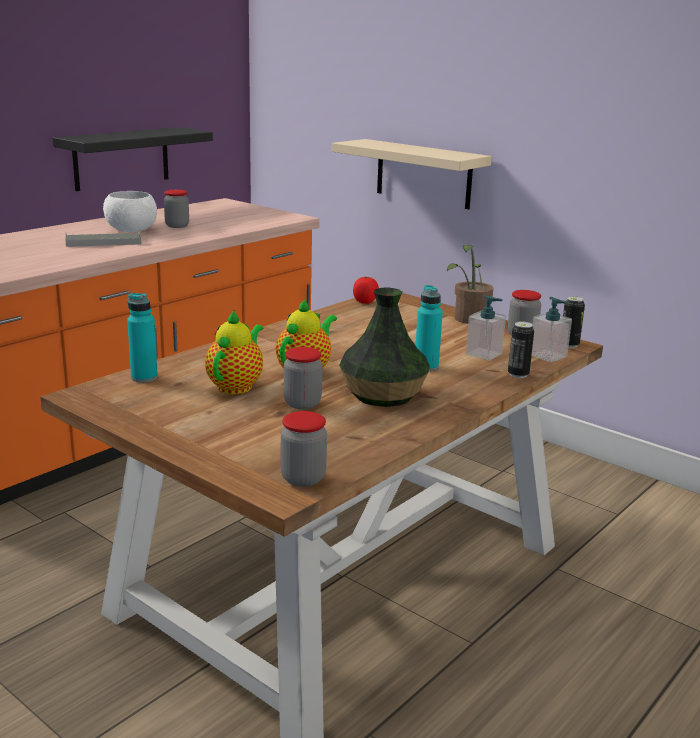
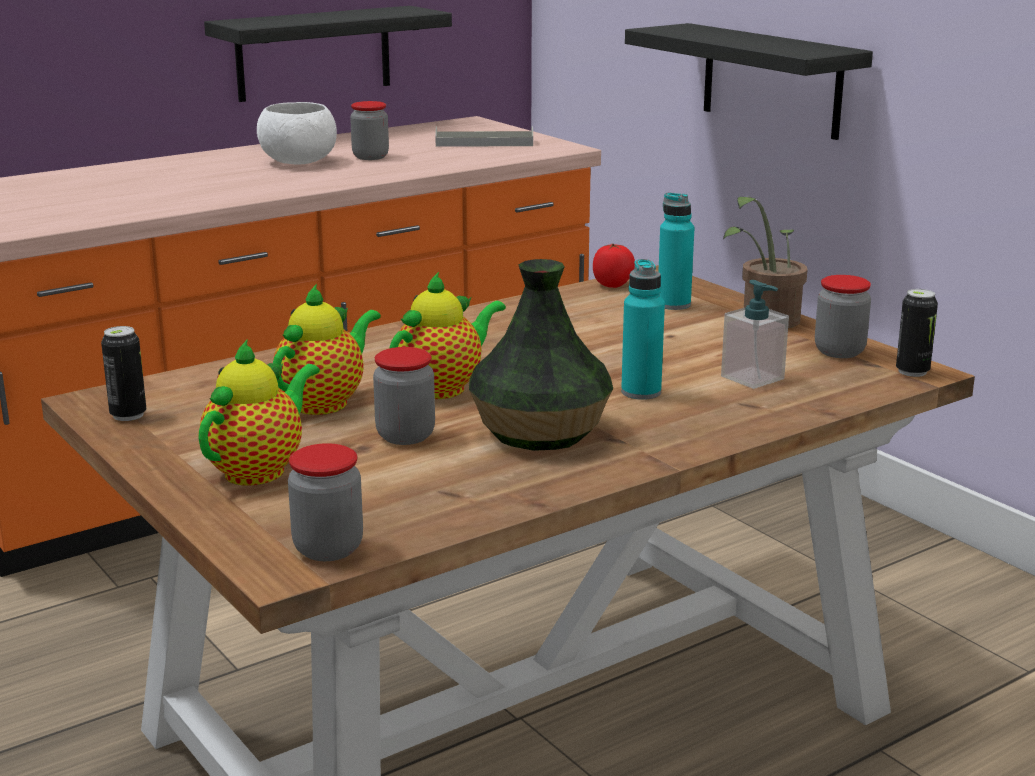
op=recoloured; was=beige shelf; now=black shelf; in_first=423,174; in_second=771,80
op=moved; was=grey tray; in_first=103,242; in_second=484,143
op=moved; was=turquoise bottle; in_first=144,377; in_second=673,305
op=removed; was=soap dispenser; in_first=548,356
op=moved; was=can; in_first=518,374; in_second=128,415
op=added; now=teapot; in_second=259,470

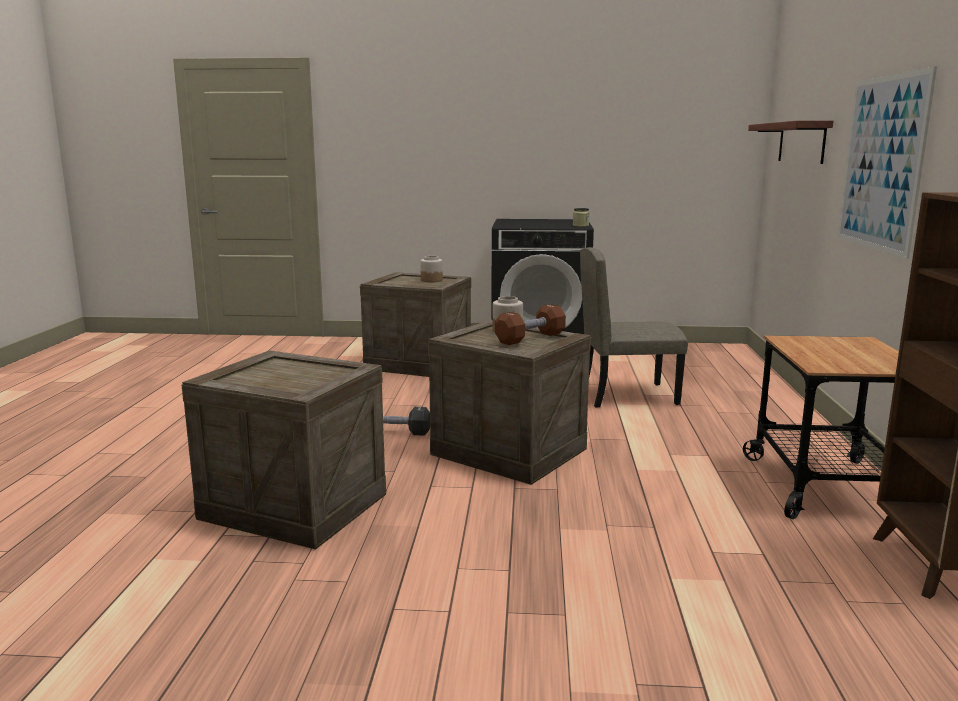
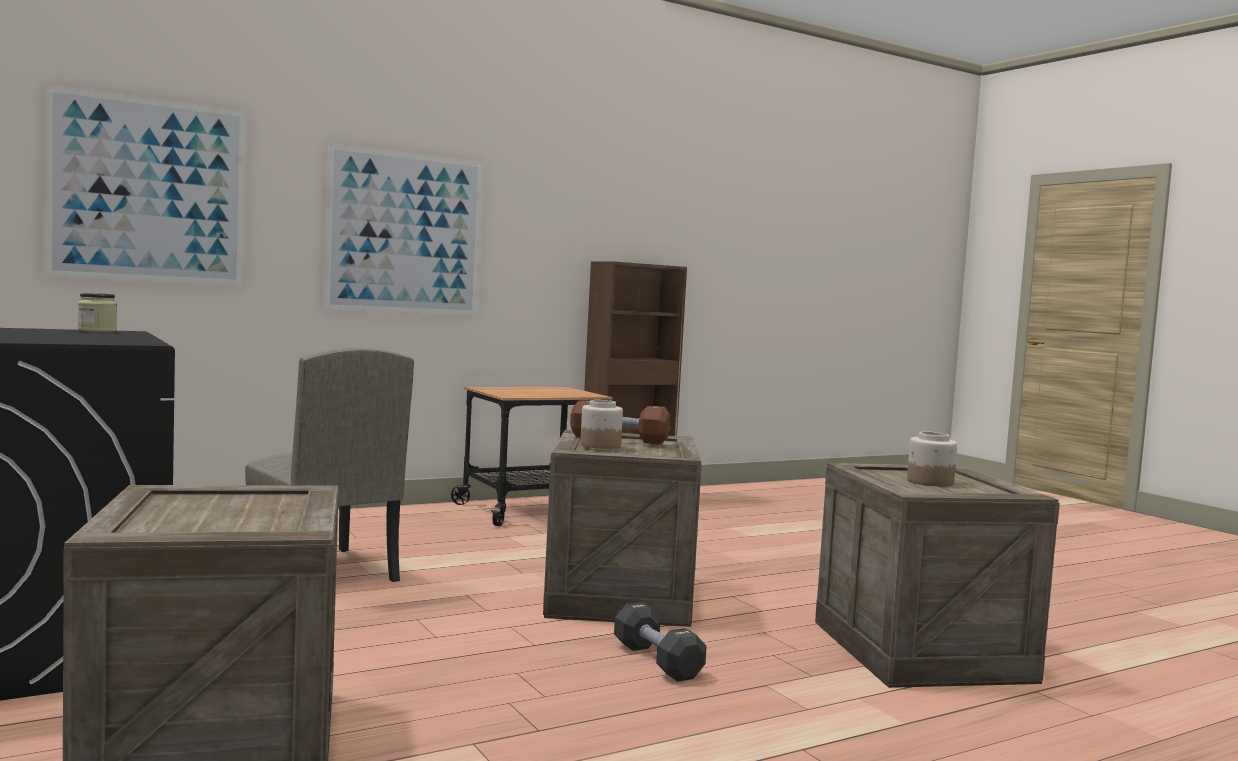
op=replaced; was=shelf; now=picture; in_first=801,142; in_second=149,190
op=moved; was=jar; in_first=431,280; in_second=930,482

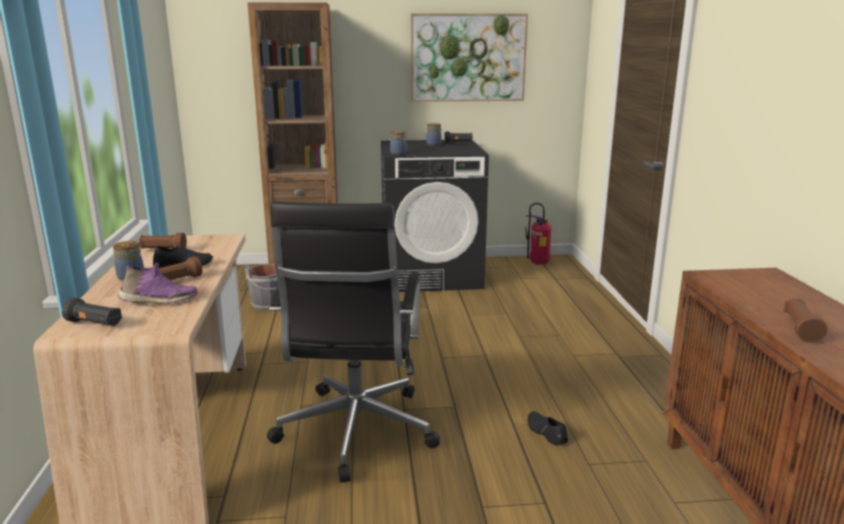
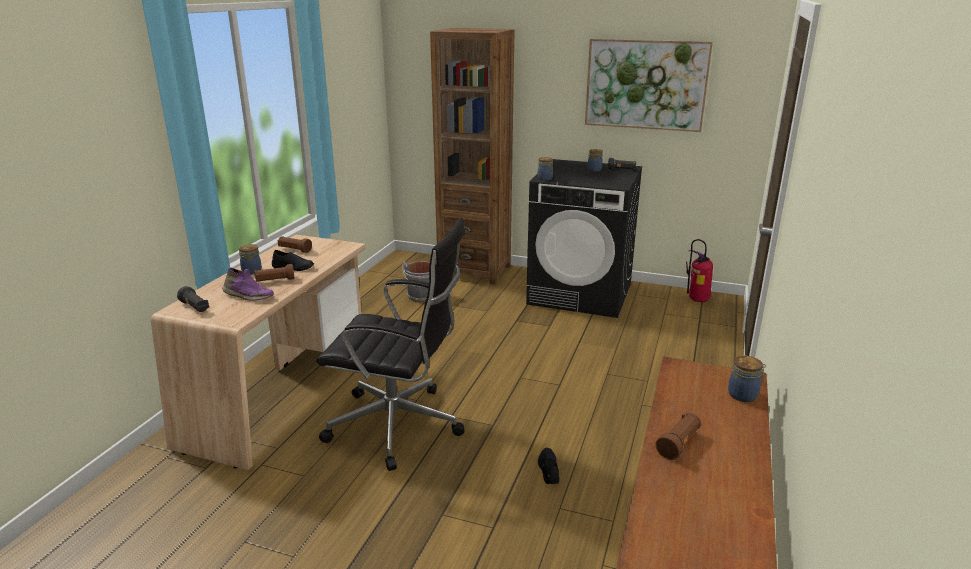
op=turned; was=black office chair; in_first=355,433; in_second=399,426; clockwise=-105
op=added; now=jar; in_second=744,395

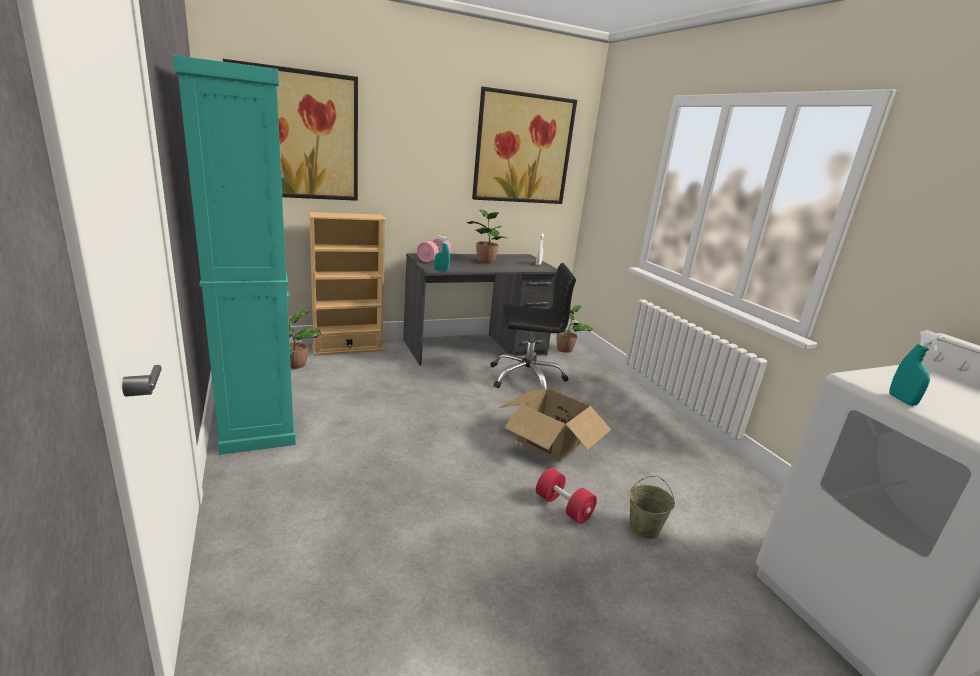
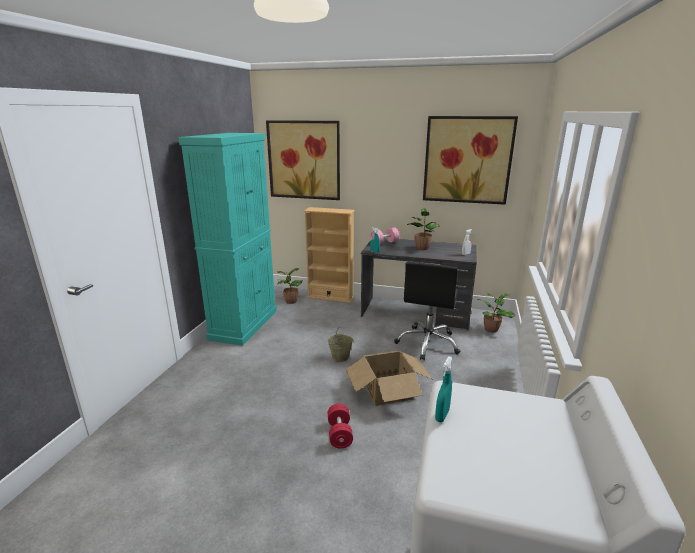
op=turned; was=black office chair; in_first=526,378; in_second=428,343; clockwise=75
op=moved; was=beige bucket; in_first=644,528; in_second=340,357

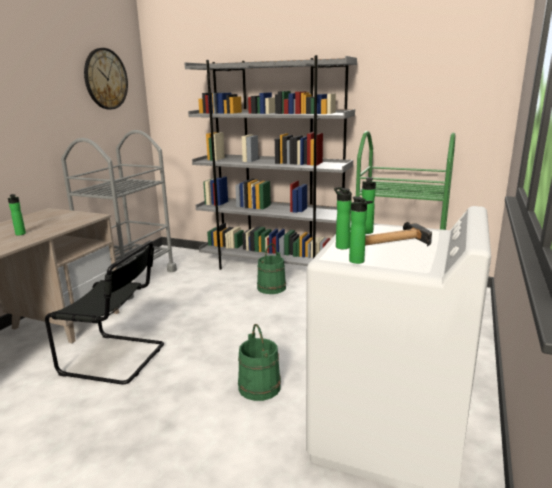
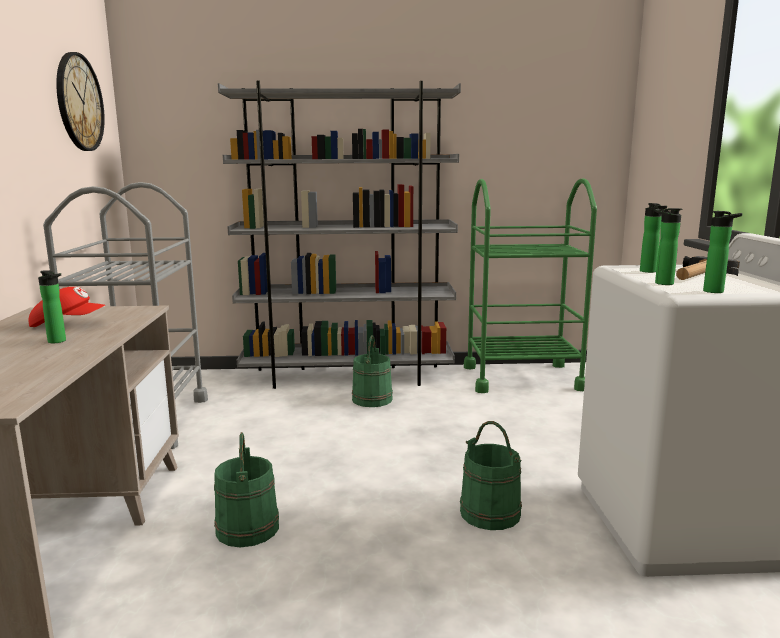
op=replaced; was=black chair; now=green bucket; in_first=117,359; in_second=248,528
op=added; now=red cap; in_second=68,324

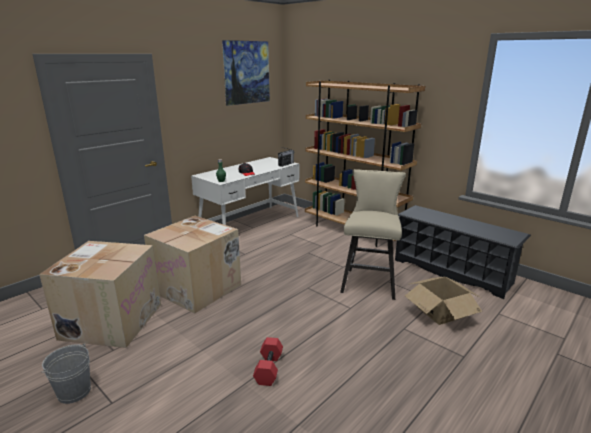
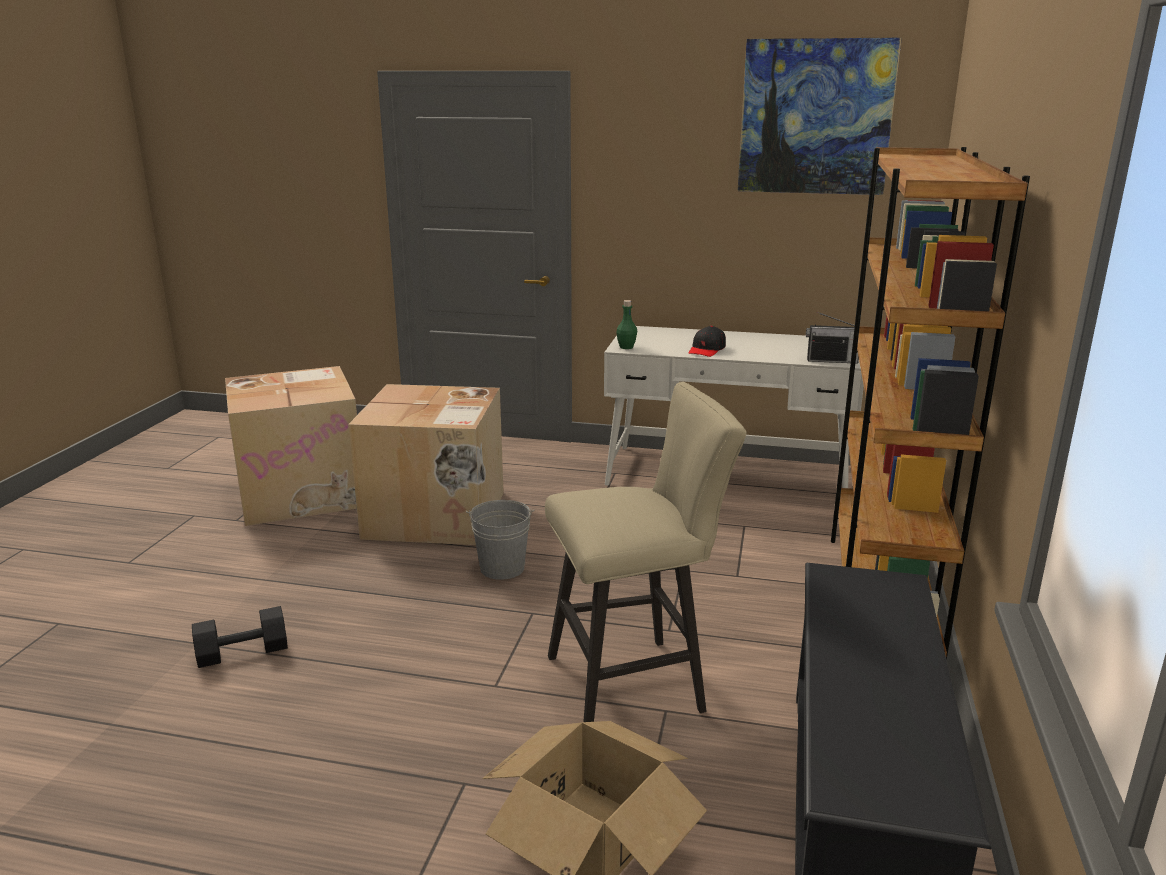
op=recoloured; was=red dumbbell; now=black dumbbell; in_first=268,368; in_second=243,651
op=moved; was=grey bucket; in_first=74,391; in_second=502,568

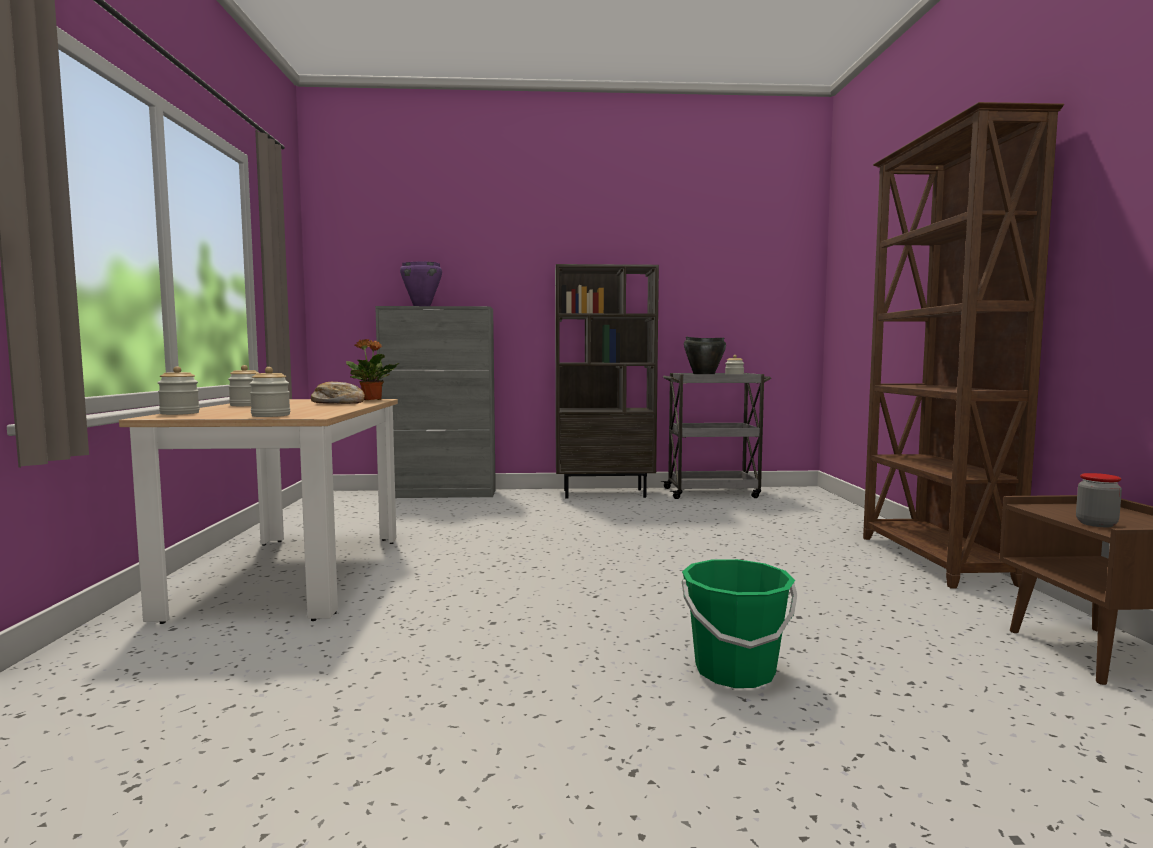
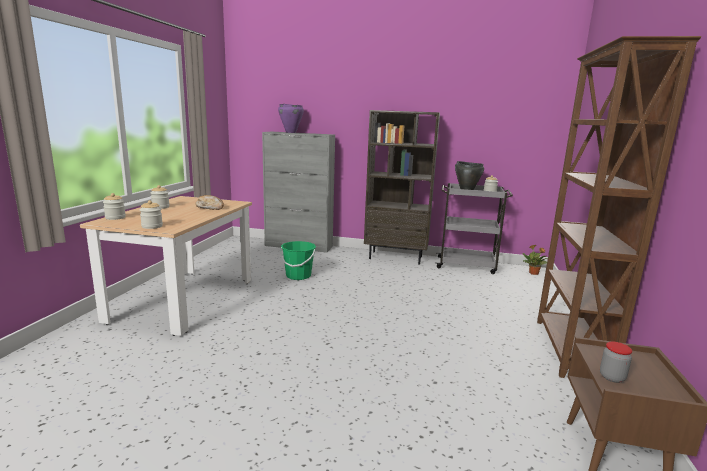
op=moved; was=potted plant; in_first=372,399; in_second=534,273
op=moved; was=green bucket; in_first=735,671; in_second=298,276

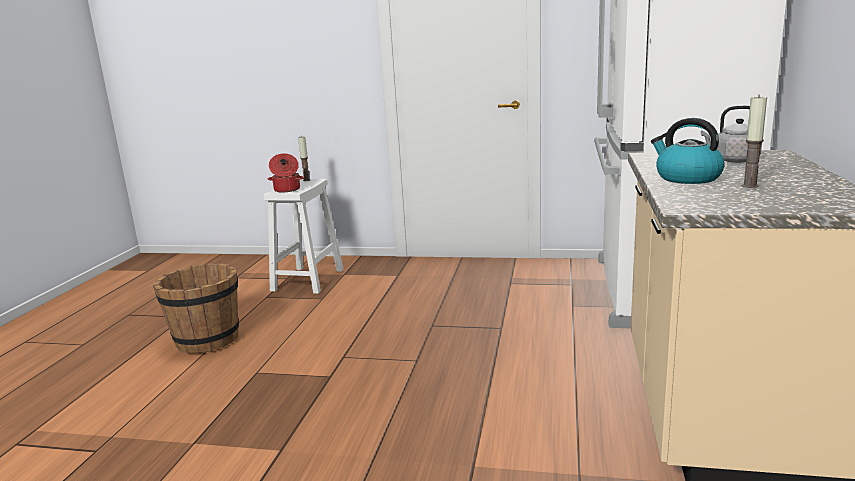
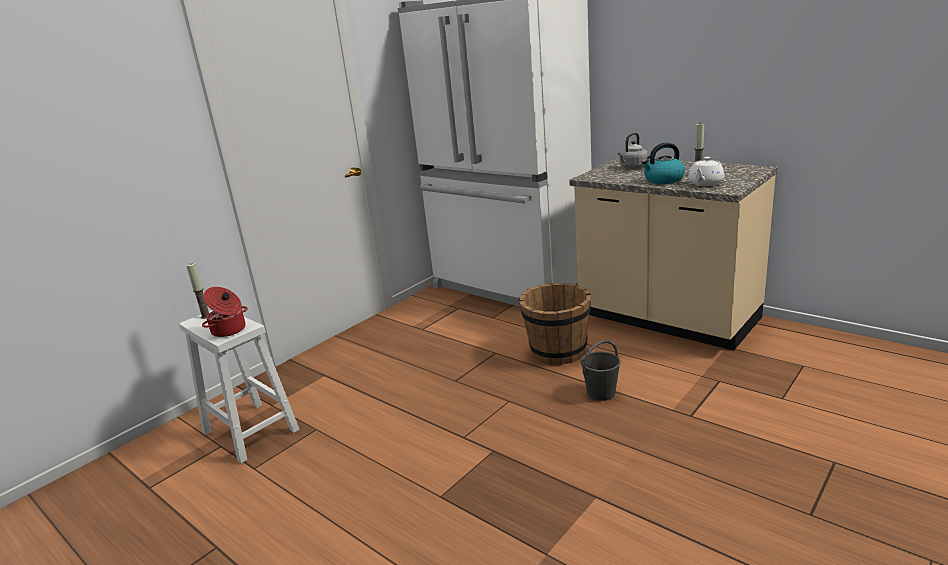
op=moved; was=brown bucket; in_first=207,340; in_second=557,352
op=added; now=white teapot; in_second=705,183
op=added; now=grey bucket; in_second=601,393

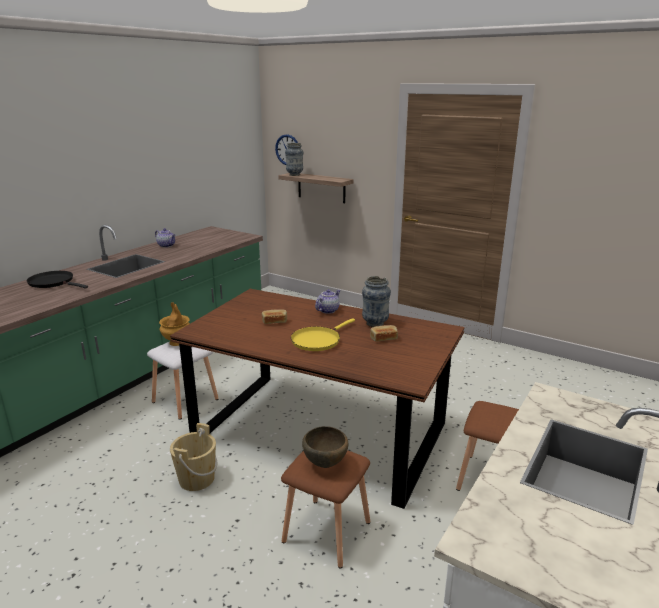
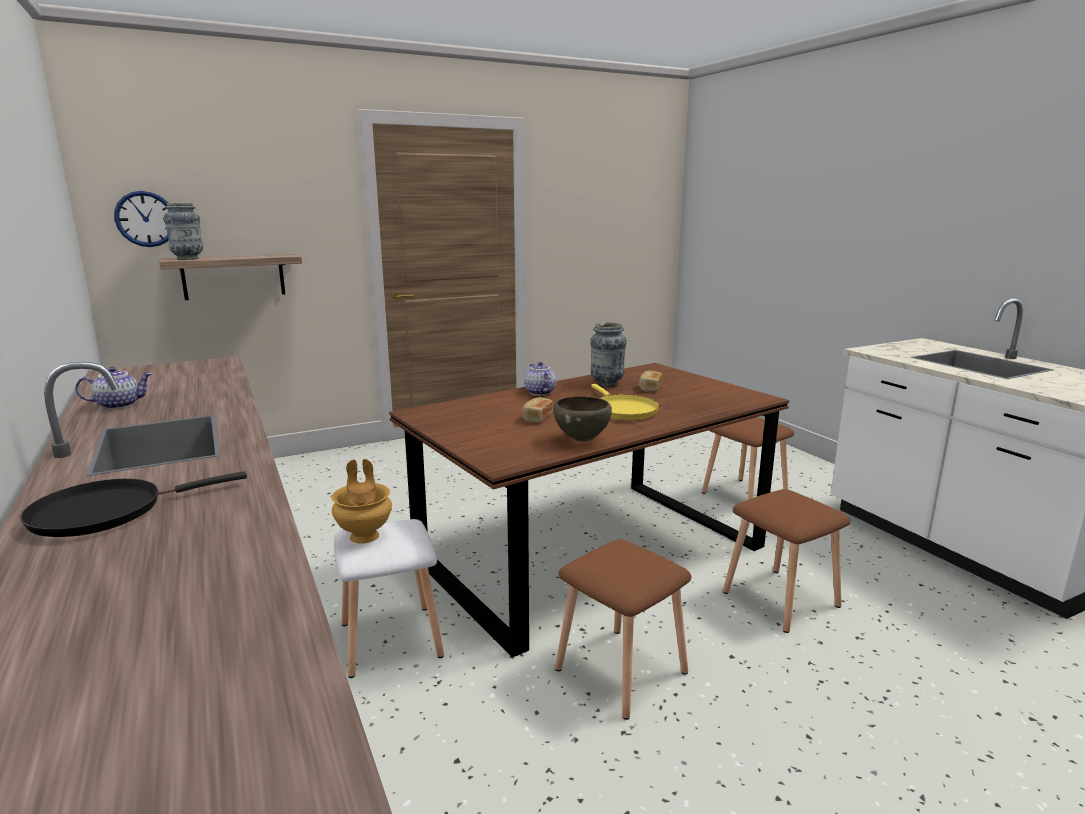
op=replaced; was=beige bucket; now=brown stool; in_first=196,479; in_second=620,672
op=moved; was=brown bowl; in_first=326,464; in_second=582,440

